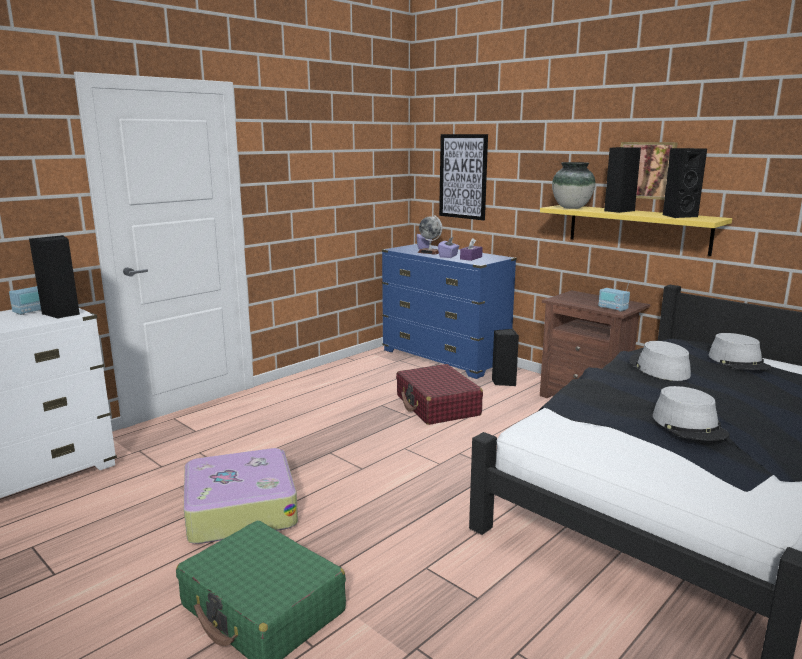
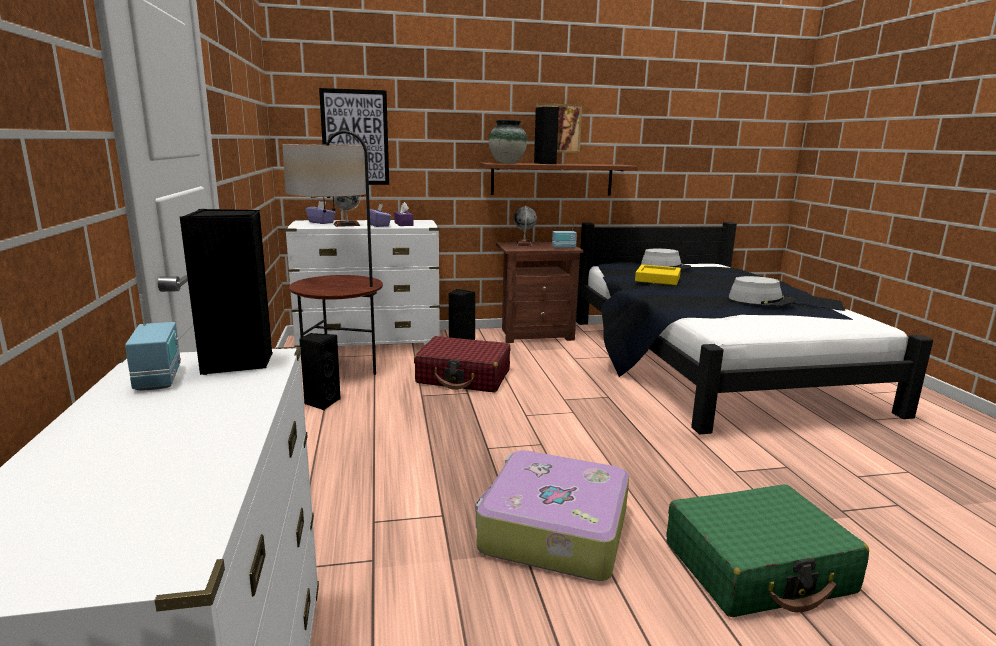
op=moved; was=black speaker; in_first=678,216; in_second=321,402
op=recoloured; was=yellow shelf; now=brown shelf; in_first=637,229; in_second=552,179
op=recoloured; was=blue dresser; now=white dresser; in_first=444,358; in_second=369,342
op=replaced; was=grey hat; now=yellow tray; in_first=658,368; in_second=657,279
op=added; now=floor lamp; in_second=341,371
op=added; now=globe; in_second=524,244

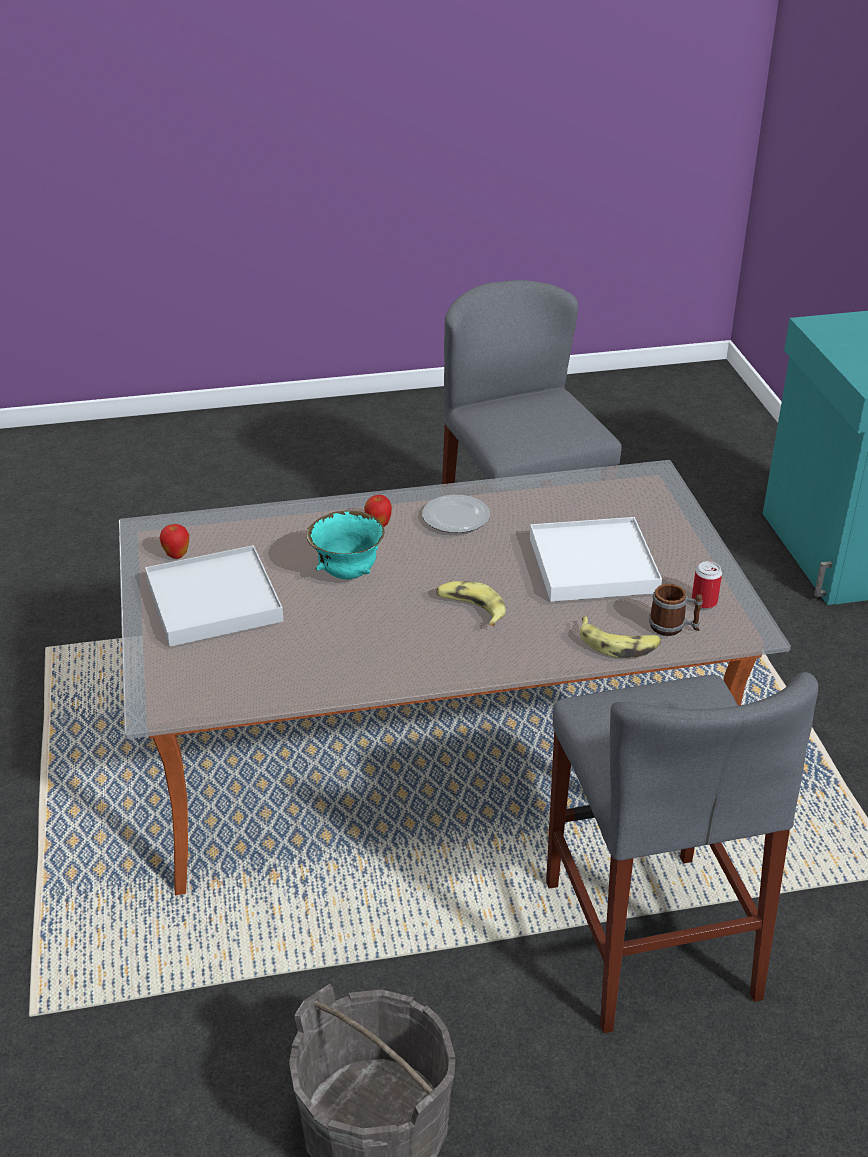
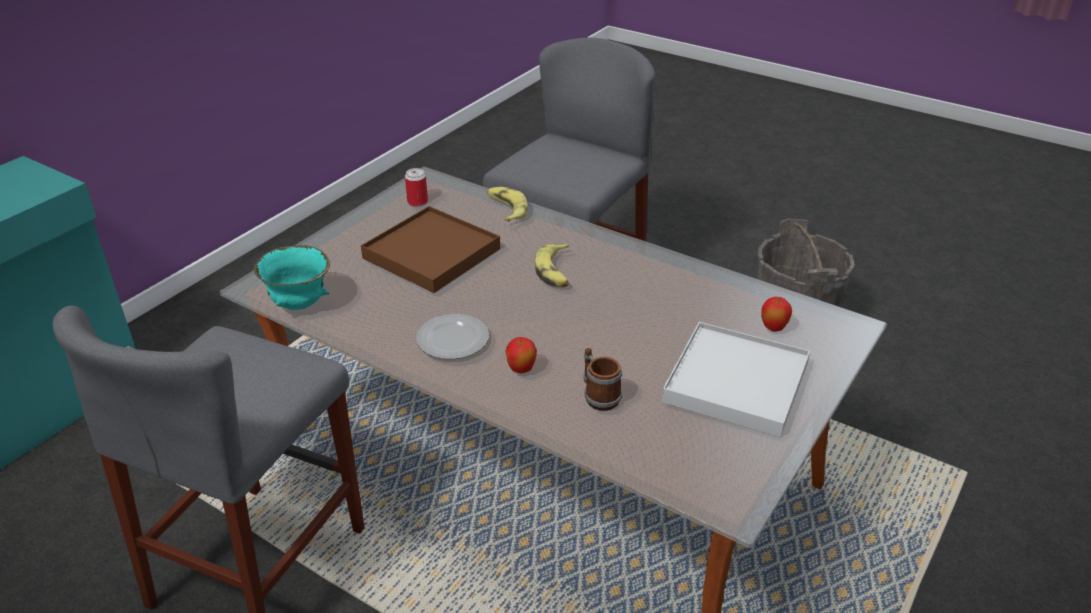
op=moved; was=turquoise bowl; in_first=347,573; in_second=299,305
op=recoloured; was=white tray; now=brown tray; in_first=592,565; in_second=432,253
op=moved; was=apple; in_first=176,555; in_second=773,328
op=moved; was=mug; in_first=673,627; in_second=598,395

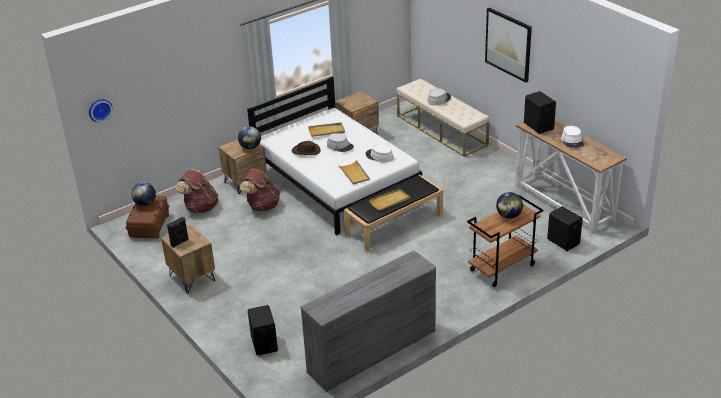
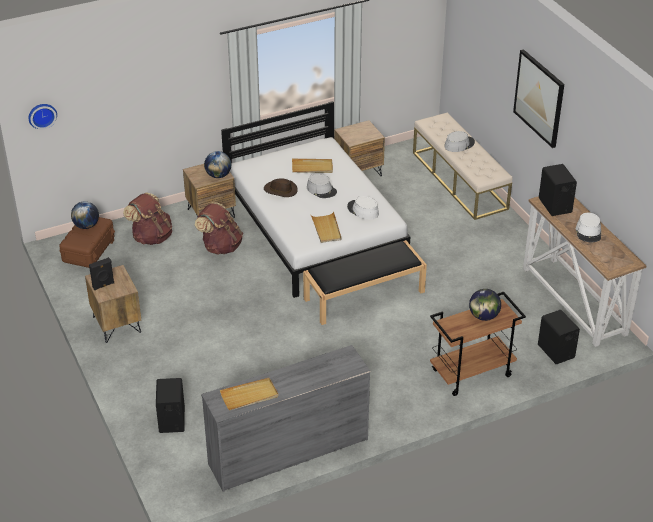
op=moved; was=beige tray; in_first=390,201; in_second=249,396

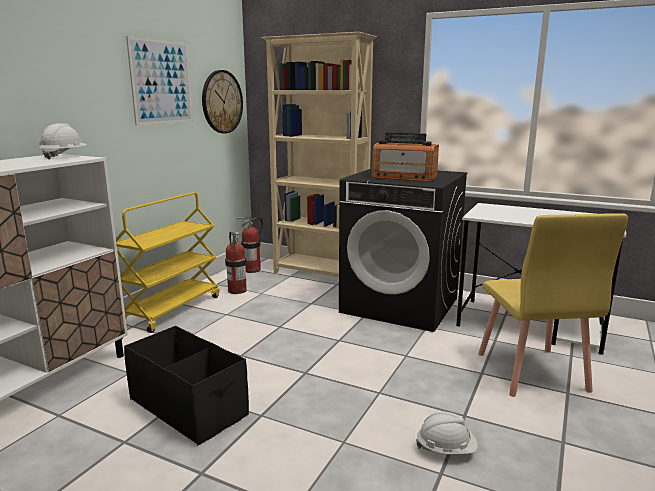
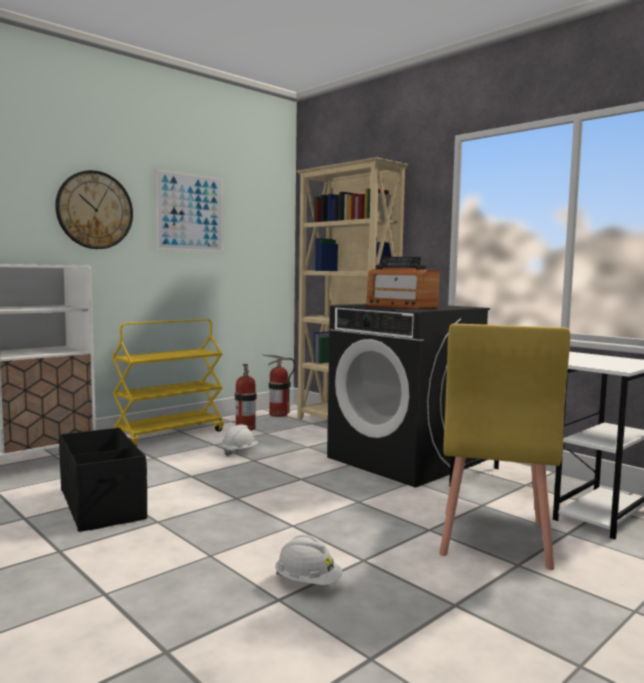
op=moved; was=wall clock; in_first=222,102; in_second=94,210
op=moved; was=white hard hat; in_first=64,157; in_second=239,452

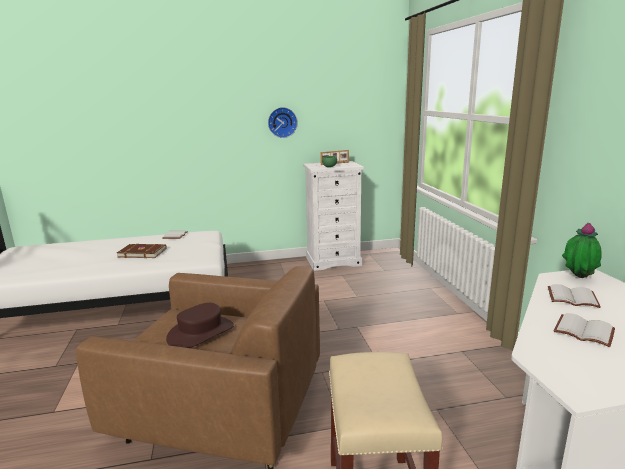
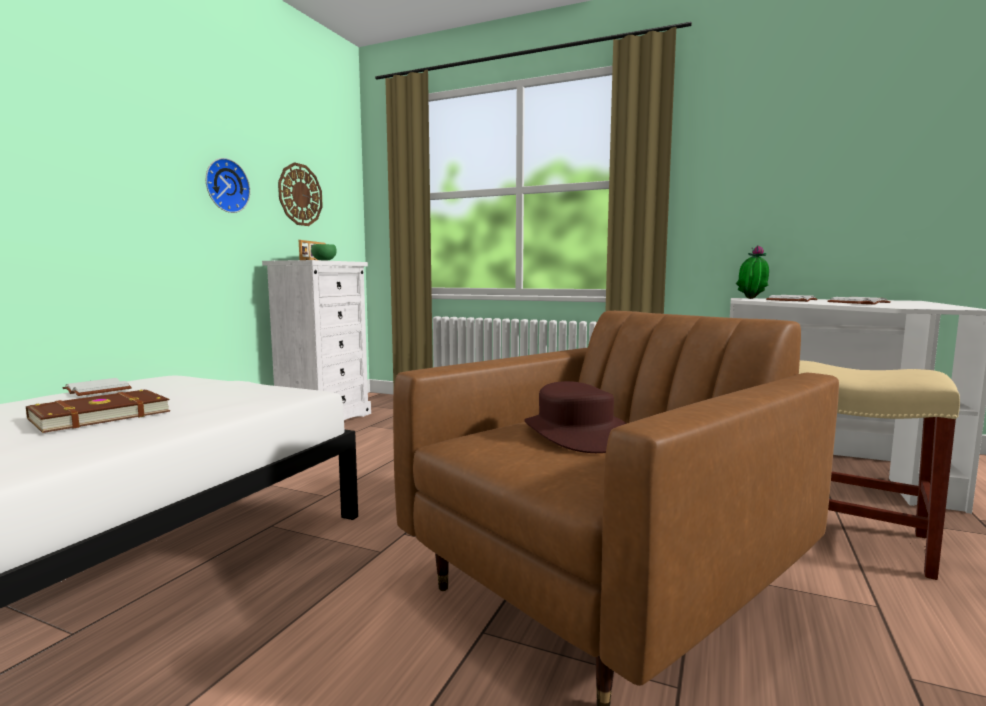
op=added; now=wall clock; in_second=300,195

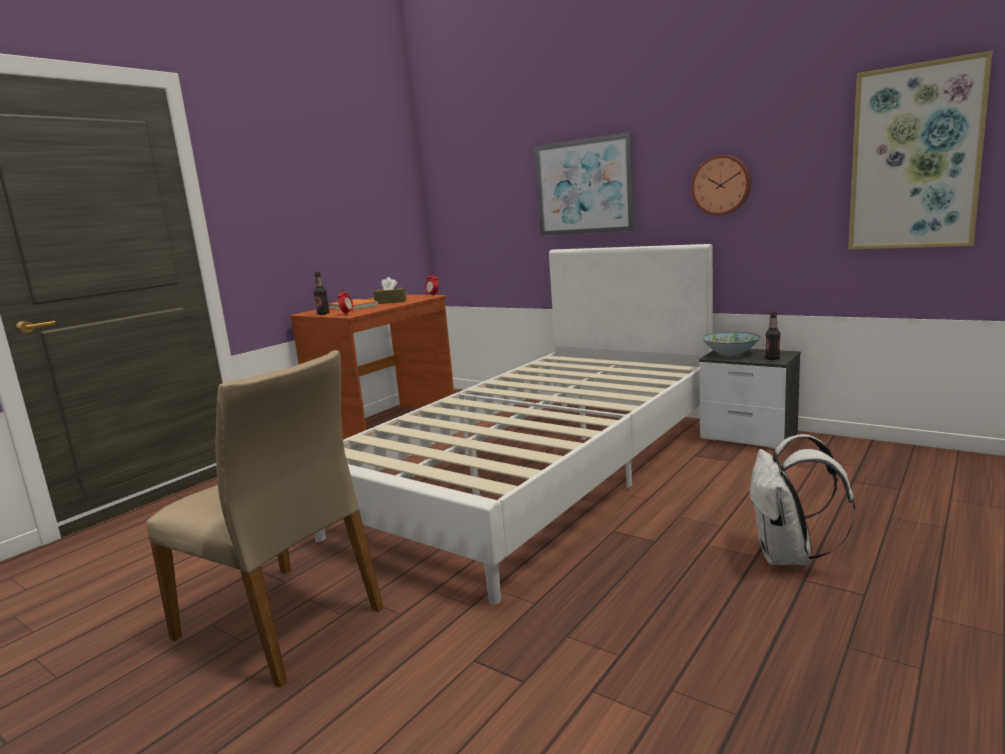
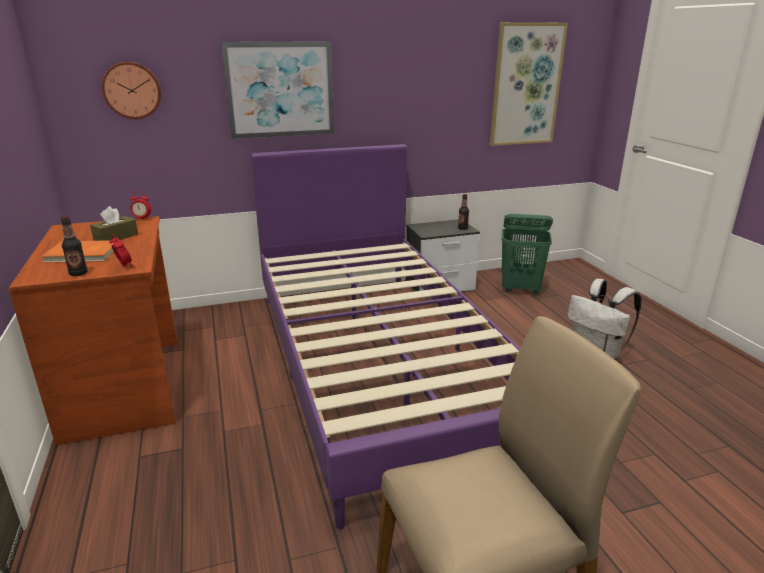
op=moved; was=wall clock; in_first=721,185; in_second=132,90
op=recoloured; was=white bed; now=purple bed; in_first=542,472; in_second=378,366
op=removed; was=bowl; in_first=730,353
op=added; now=green laundry basket; in_second=520,289

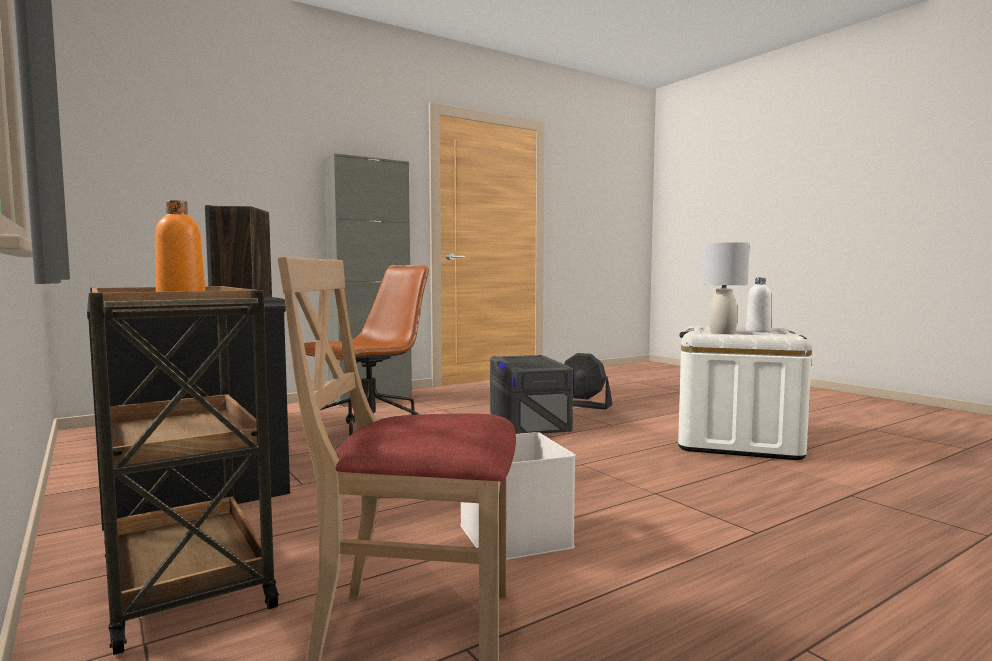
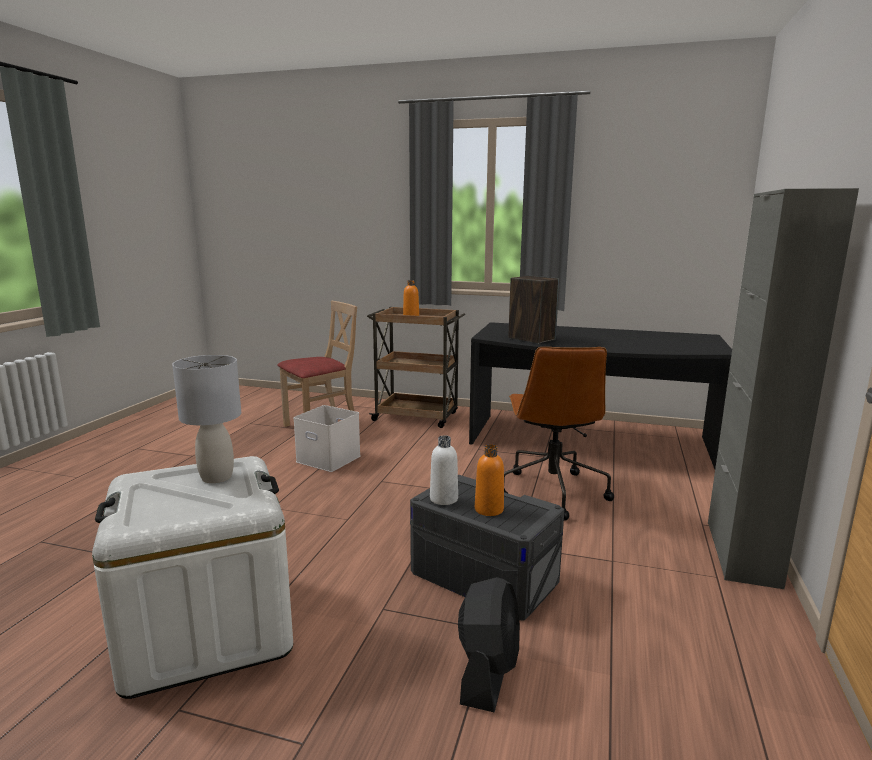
op=moved; was=white bottle; in_first=758,331; in_second=443,499
op=turned; was=black fan; in_first=584,405; in_second=488,672; clockwise=120
op=added; now=orange bottle; in_second=489,509

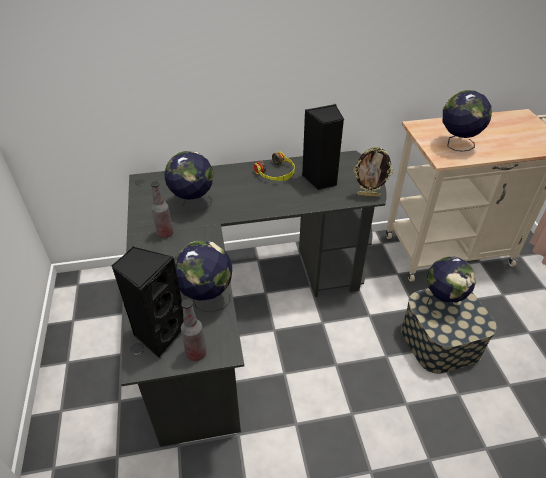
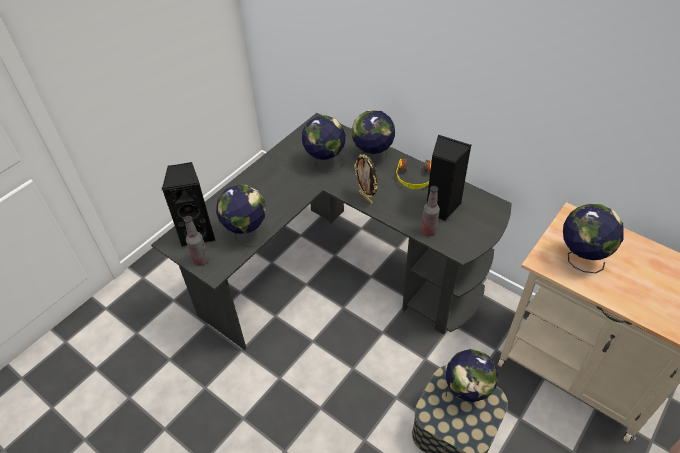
op=moved; was=picture frame; in_first=368,195; in_second=366,198
op=moved; was=bottle; in_first=165,233; in_second=428,231
op=added; now=globe; in_second=372,157

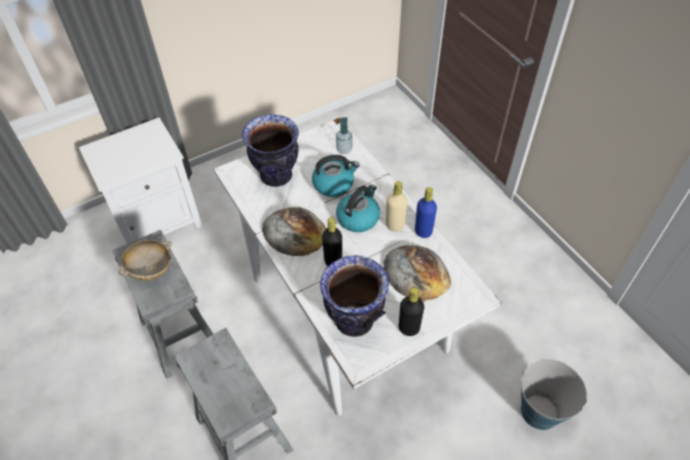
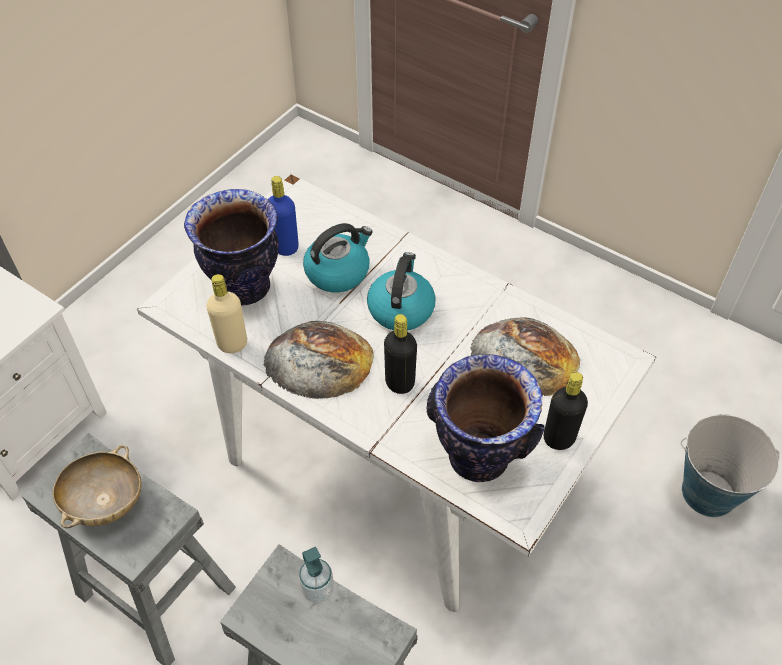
op=moved; was=soap dispenser; in_first=344,149; in_second=317,590
op=moved; was=beige bottle; in_first=395,225; in_second=232,344
op=moved; was=blue bottle; in_first=423,231; in_second=285,247

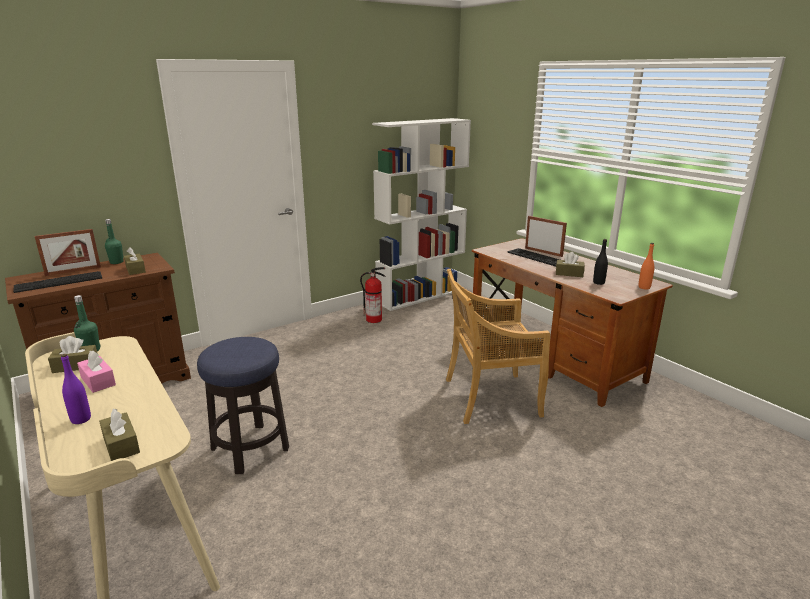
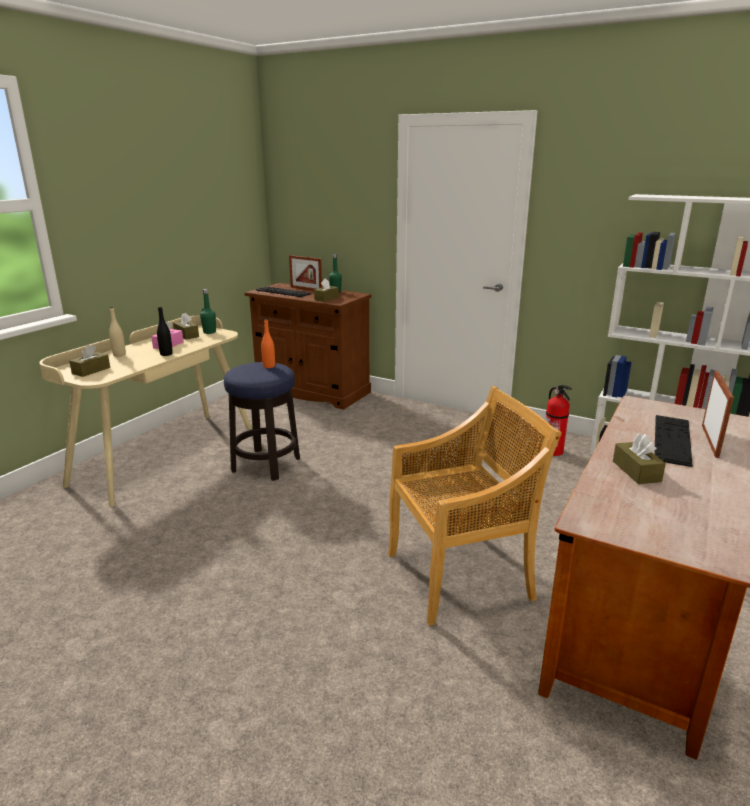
op=moved; was=black bottle; in_first=598,282; in_second=166,354
op=moved; was=orange bottle; in_first=644,287; in_second=269,366
op=turned; was=beige chair; in_first=489,398; in_second=461,575; clockwise=105
op=recoloured; was=purple bottle; now=beige bottle; in_first=81,419; in_second=119,355

